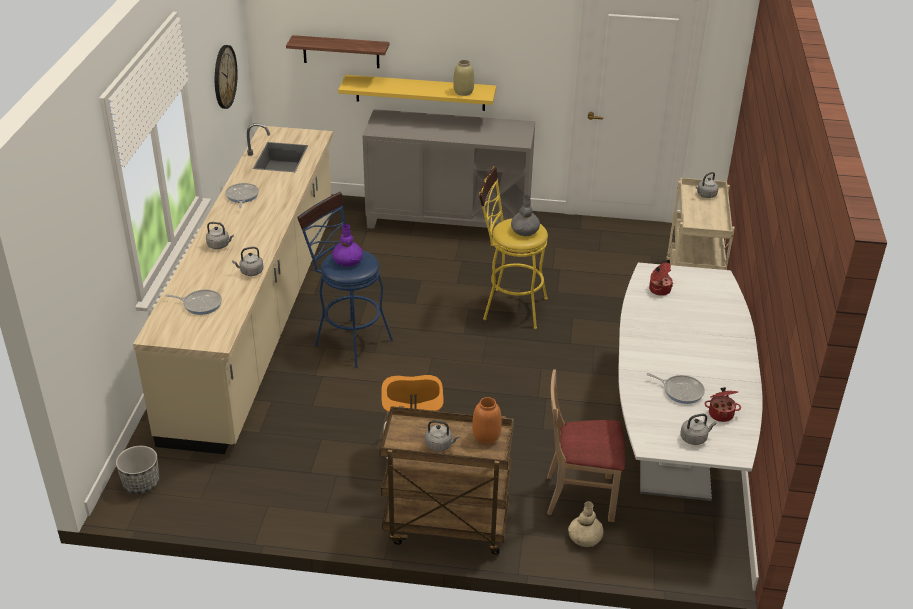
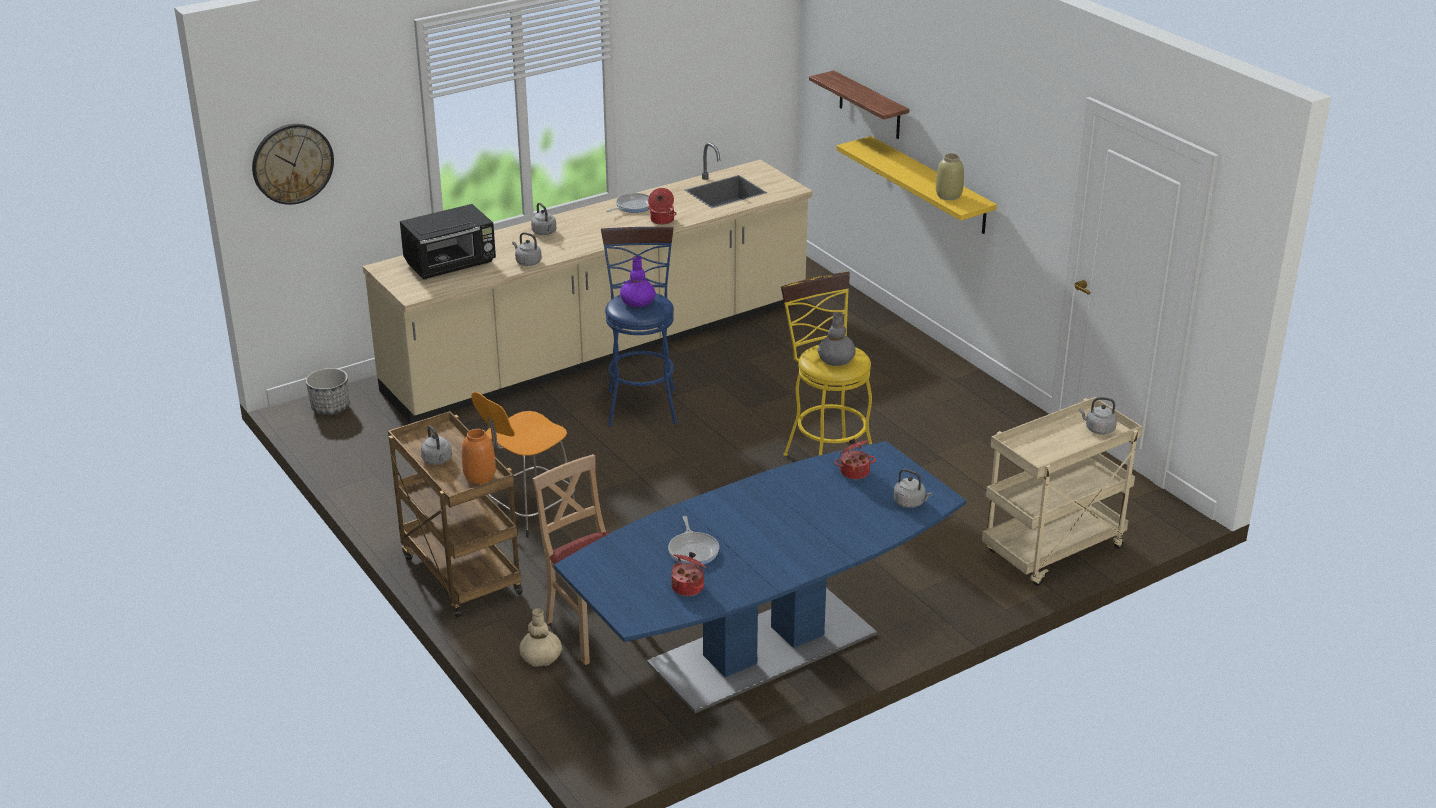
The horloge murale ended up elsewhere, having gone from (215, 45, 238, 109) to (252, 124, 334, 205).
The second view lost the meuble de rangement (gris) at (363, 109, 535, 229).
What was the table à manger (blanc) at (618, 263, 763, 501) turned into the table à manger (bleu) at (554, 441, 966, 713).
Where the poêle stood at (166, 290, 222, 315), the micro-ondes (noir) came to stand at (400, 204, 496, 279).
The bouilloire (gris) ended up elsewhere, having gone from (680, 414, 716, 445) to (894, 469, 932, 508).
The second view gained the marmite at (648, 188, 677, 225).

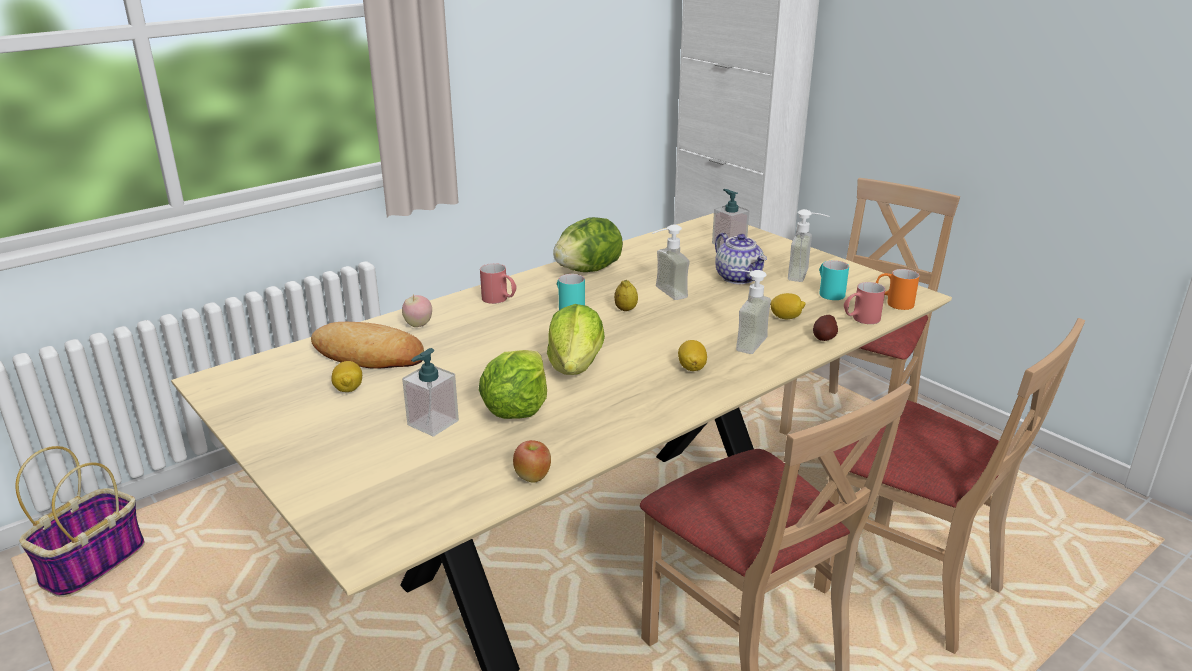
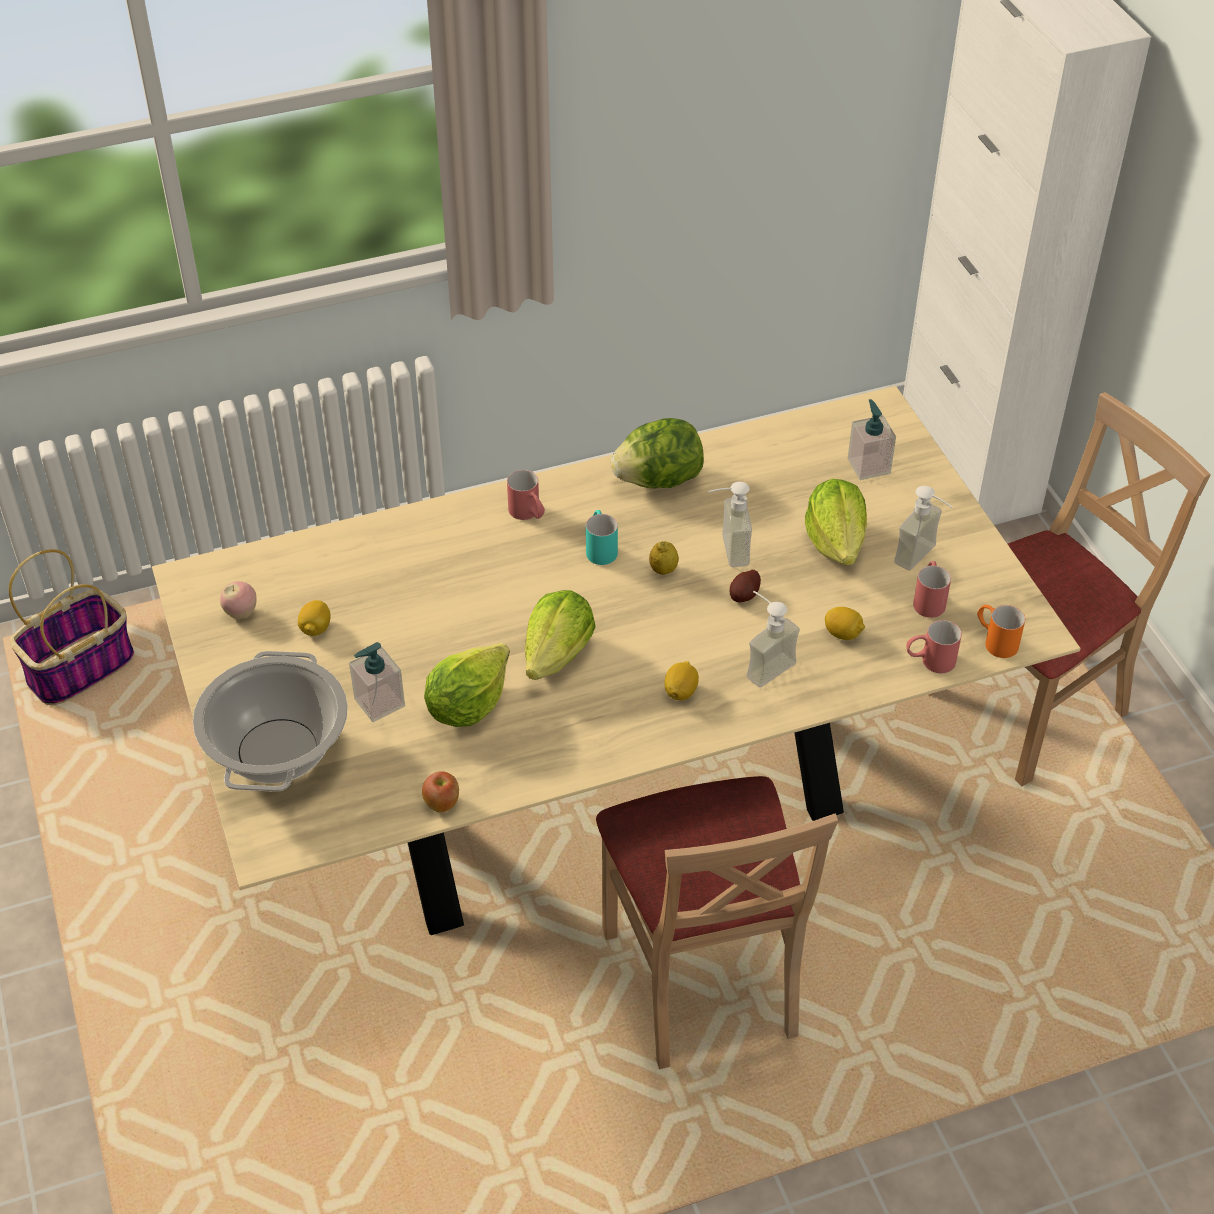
Where the théière stood at (715, 233, 767, 284), the laitue came to stand at (805, 479, 867, 565).
What was the mug (turquoise) at (819, 260, 849, 300) turned into the mug (rouge) at (913, 561, 951, 618).
The pomme ended up elsewhere, having gone from (402, 295, 432, 327) to (220, 581, 257, 619).
The pomme de terre ended up elsewhere, having gone from (813, 315, 838, 341) to (730, 570, 761, 603).
The second view lost the chaise (beige) at (814, 318, 1085, 654).
The second view lost the pain at (311, 322, 424, 368).
The second view gained the marmite at (193, 651, 348, 792).

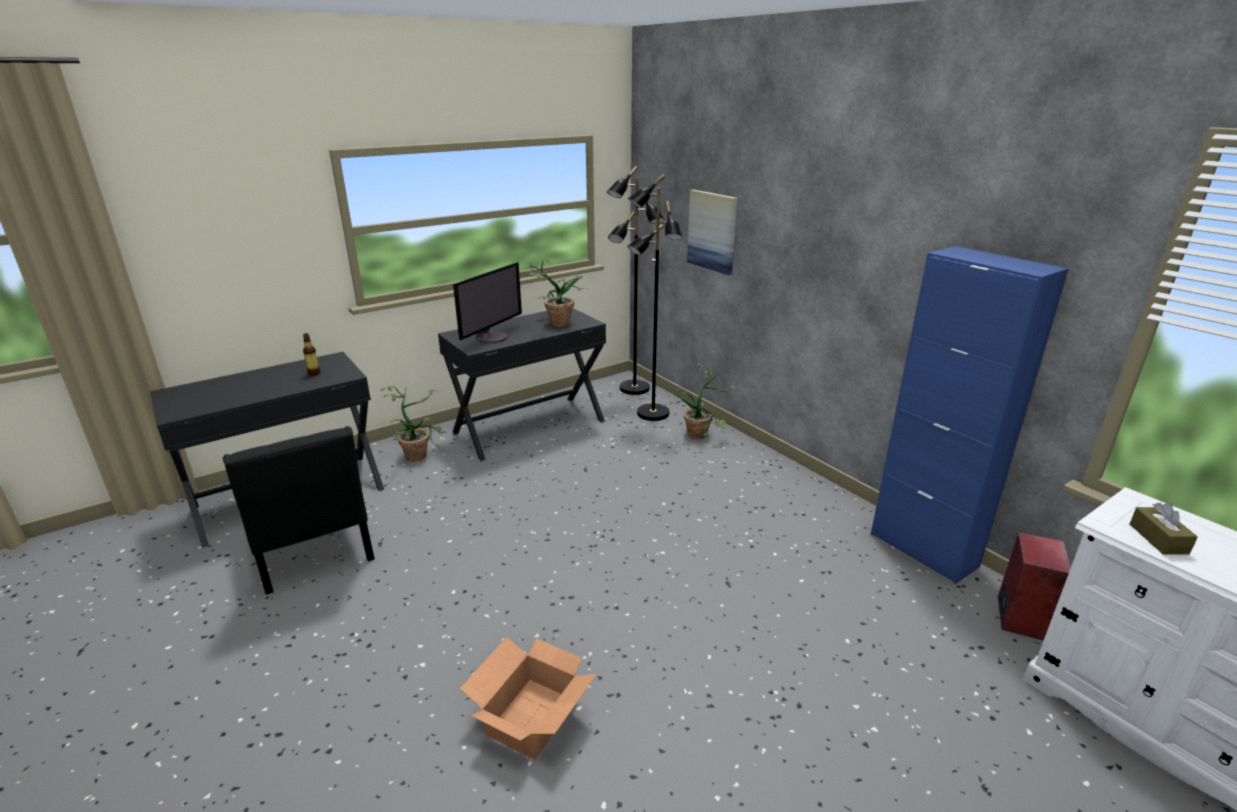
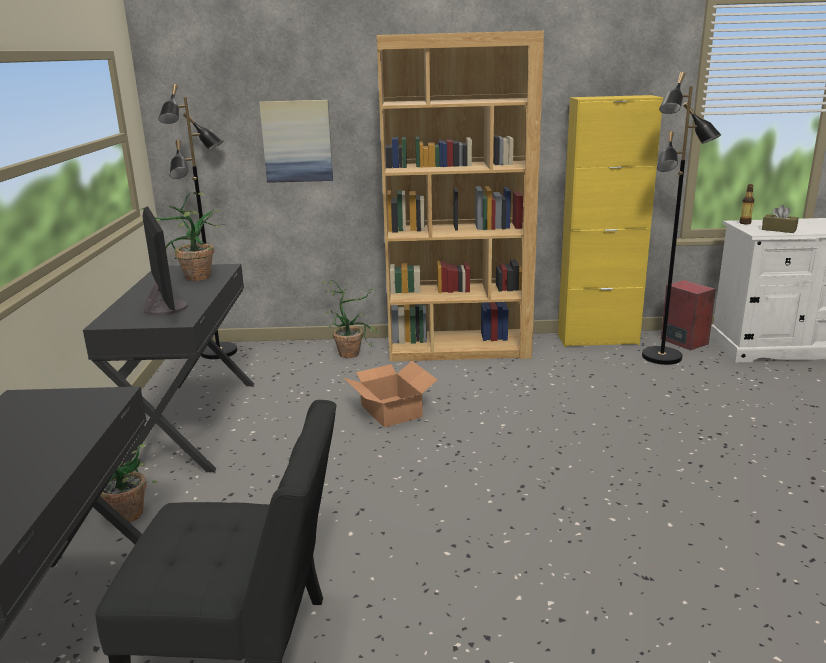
The lampadaire (noir) ended up elsewhere, having gone from (627, 174, 683, 421) to (642, 72, 721, 365).
What was the meuble de rangement (bleu) at (871, 246, 1069, 584) turned into the meuble de rangement (jaune) at (558, 95, 663, 347).
The bouteille ended up elsewhere, having gone from (303, 333, 320, 376) to (739, 184, 754, 224).
The carton ended up elsewhere, having gone from (460, 637, 596, 760) to (344, 361, 437, 427).
The second view gained the bibliothèque (marron) at (377, 31, 544, 361).

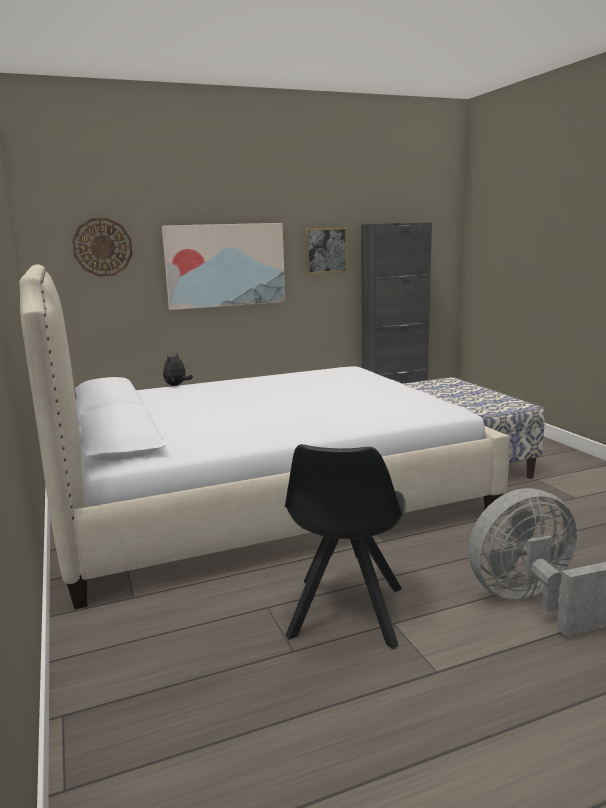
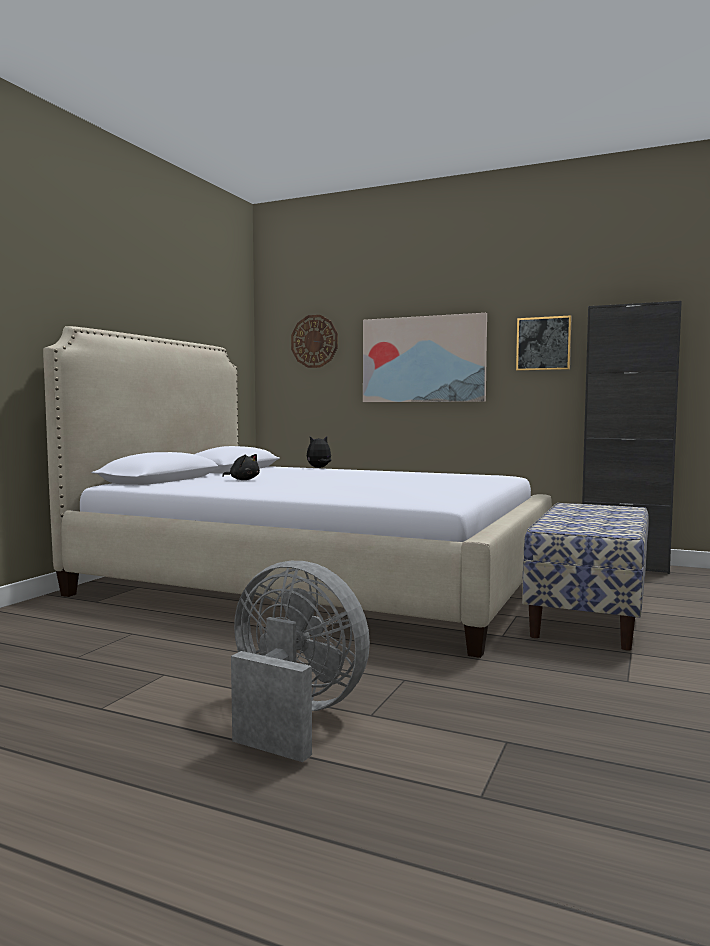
The second view lost the chaise (noir) at (285, 444, 406, 650).
The second view gained the peluche (noir) at (222, 454, 260, 480).

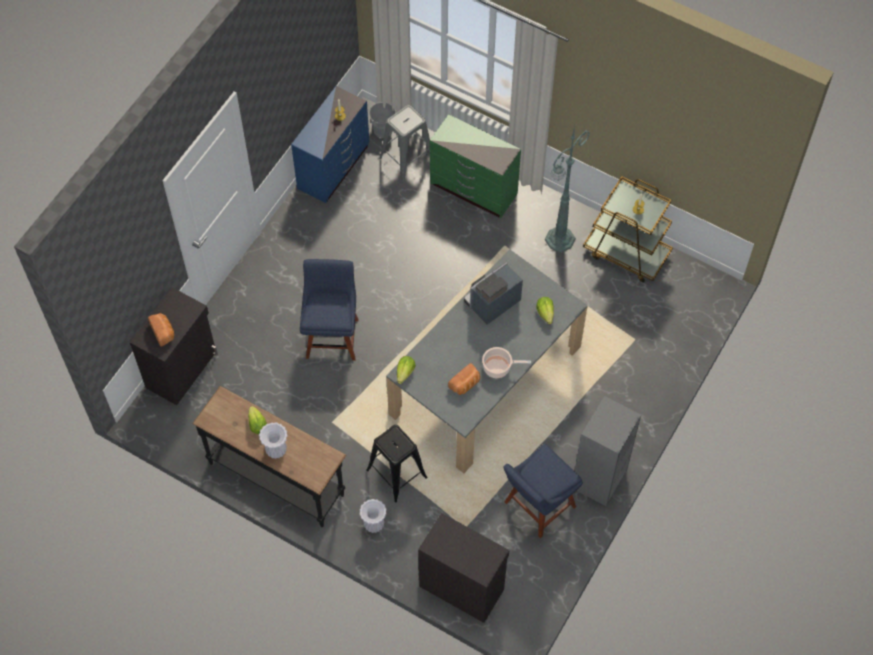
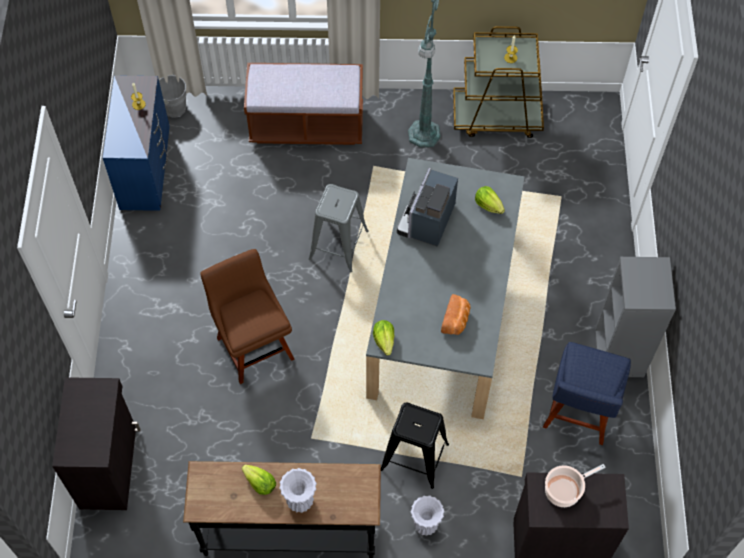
The tabouret (gris) ended up elsewhere, having gone from (379, 105, 430, 181) to (308, 184, 369, 272).
Where the commode (vert) stood at (430, 114, 521, 218), the banc (marron) came to stand at (244, 63, 363, 145).
What was the chaise (bleu) at (300, 259, 359, 361) turned into the chaise (marron) at (200, 249, 295, 384).
The second view lost the pain at (148, 313, 174, 347).
The marmite ended up elsewhere, having gone from (482, 347, 531, 378) to (545, 464, 605, 507).

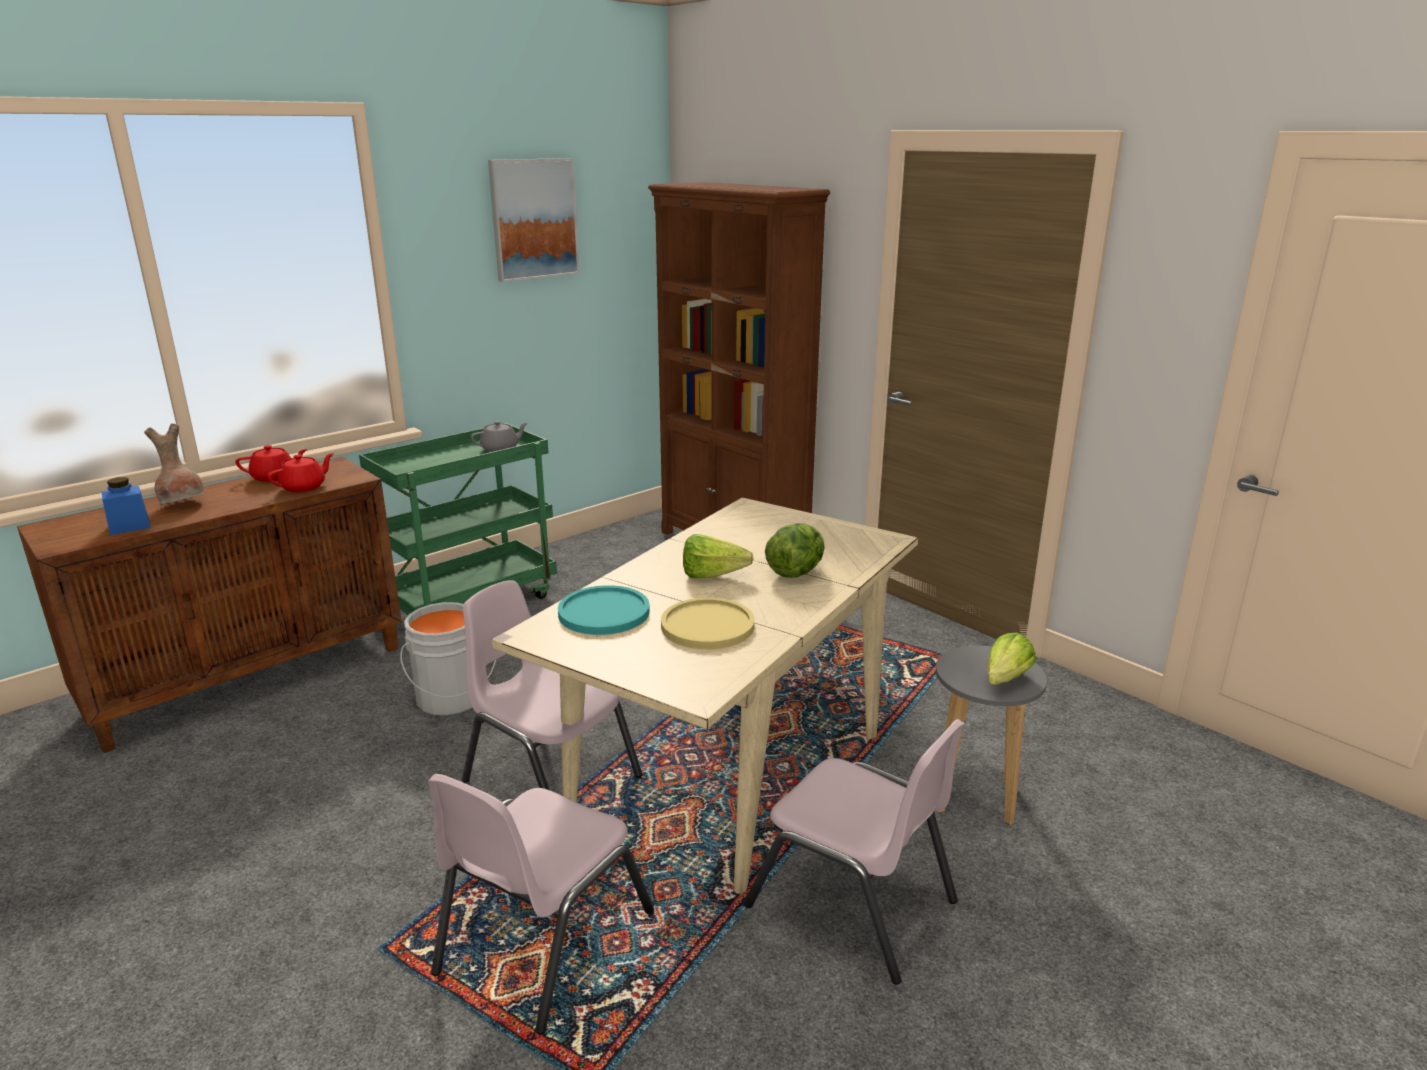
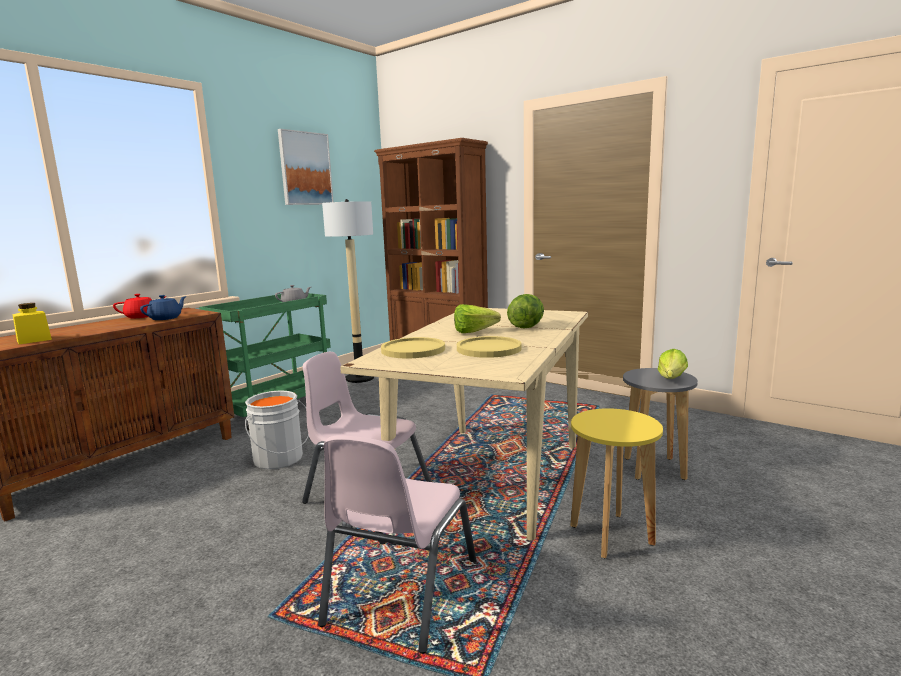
The second view lost the vase (marron) at (144, 423, 204, 505).
What was the théière (rouge) at (267, 453, 334, 492) turned into the théière (bleu) at (140, 295, 187, 320).
What was the bocal (bleu) at (102, 477, 151, 535) turned into the bocal (jaune) at (12, 303, 52, 344).
What was the assiette (turquoise) at (558, 585, 650, 635) turned into the assiette (jaune) at (381, 337, 445, 358).
Where the chaise (rose) stood at (744, 719, 965, 985), the tabouret (jaune) came to stand at (570, 408, 663, 558).
The second view gained the lampadaire at (322, 199, 374, 383).

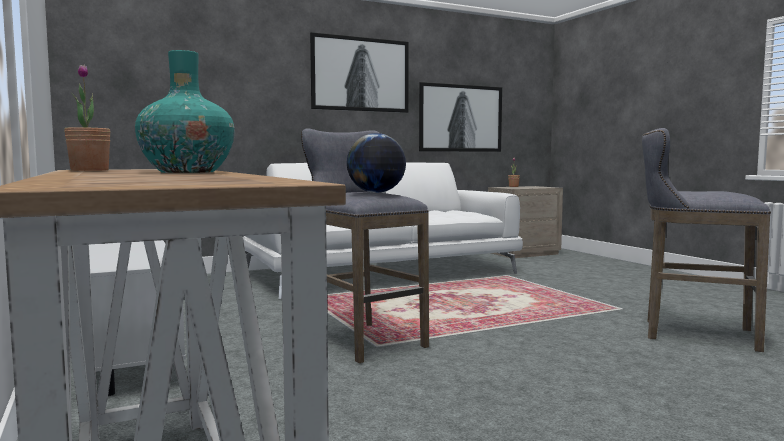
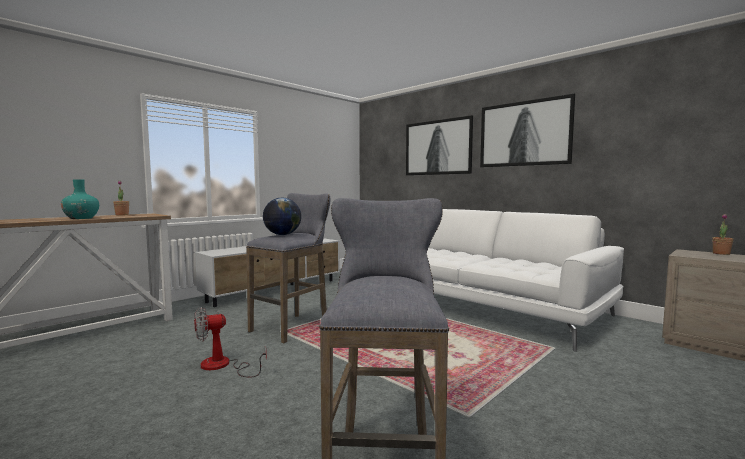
The tableau ended up elsewhere, having gone from (419, 82, 502, 152) to (406, 115, 473, 175).
The second view gained the ventilateur at (194, 307, 267, 378).

